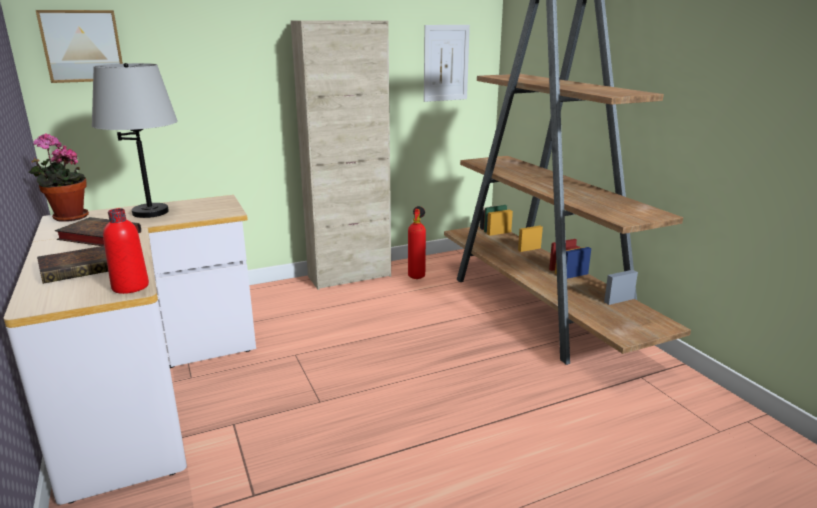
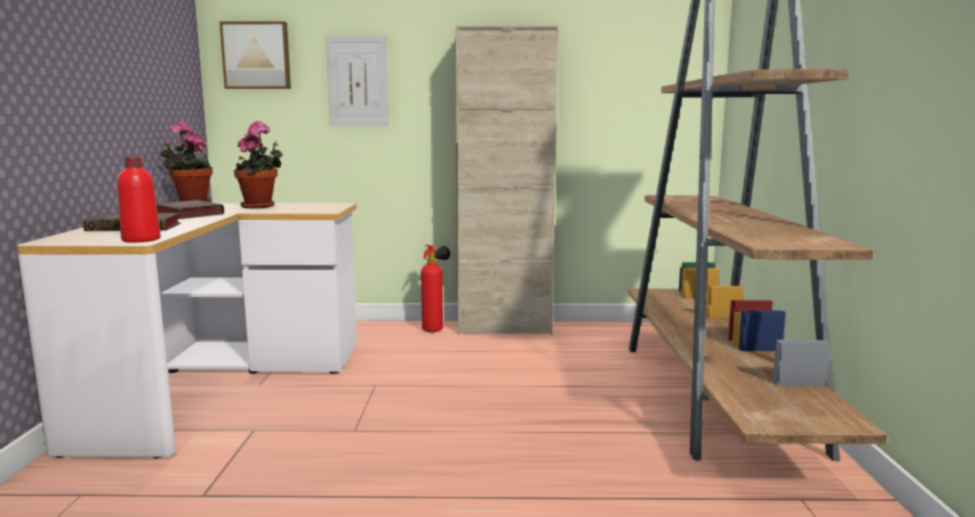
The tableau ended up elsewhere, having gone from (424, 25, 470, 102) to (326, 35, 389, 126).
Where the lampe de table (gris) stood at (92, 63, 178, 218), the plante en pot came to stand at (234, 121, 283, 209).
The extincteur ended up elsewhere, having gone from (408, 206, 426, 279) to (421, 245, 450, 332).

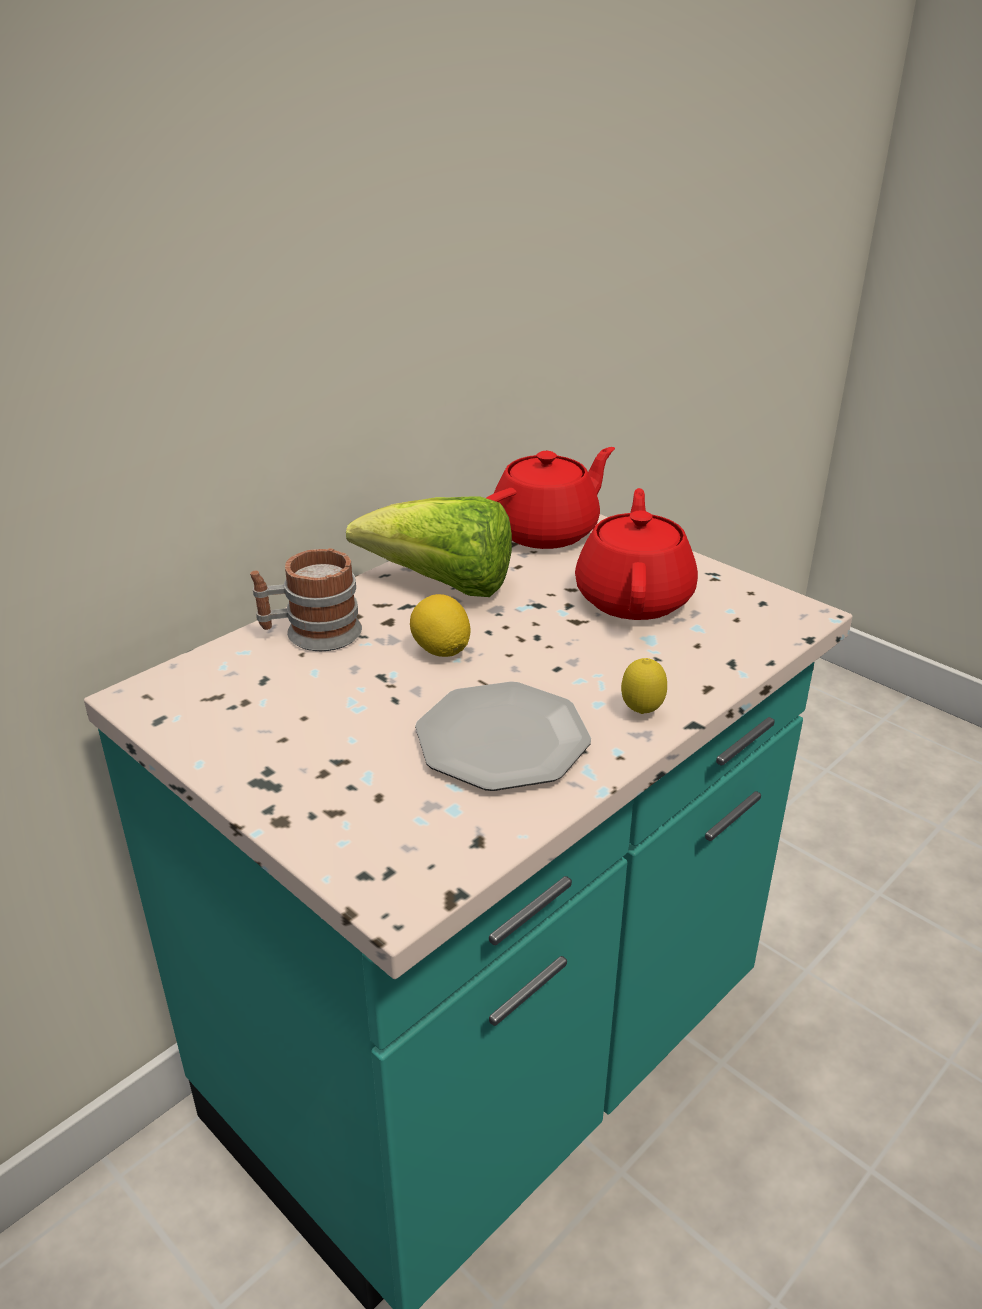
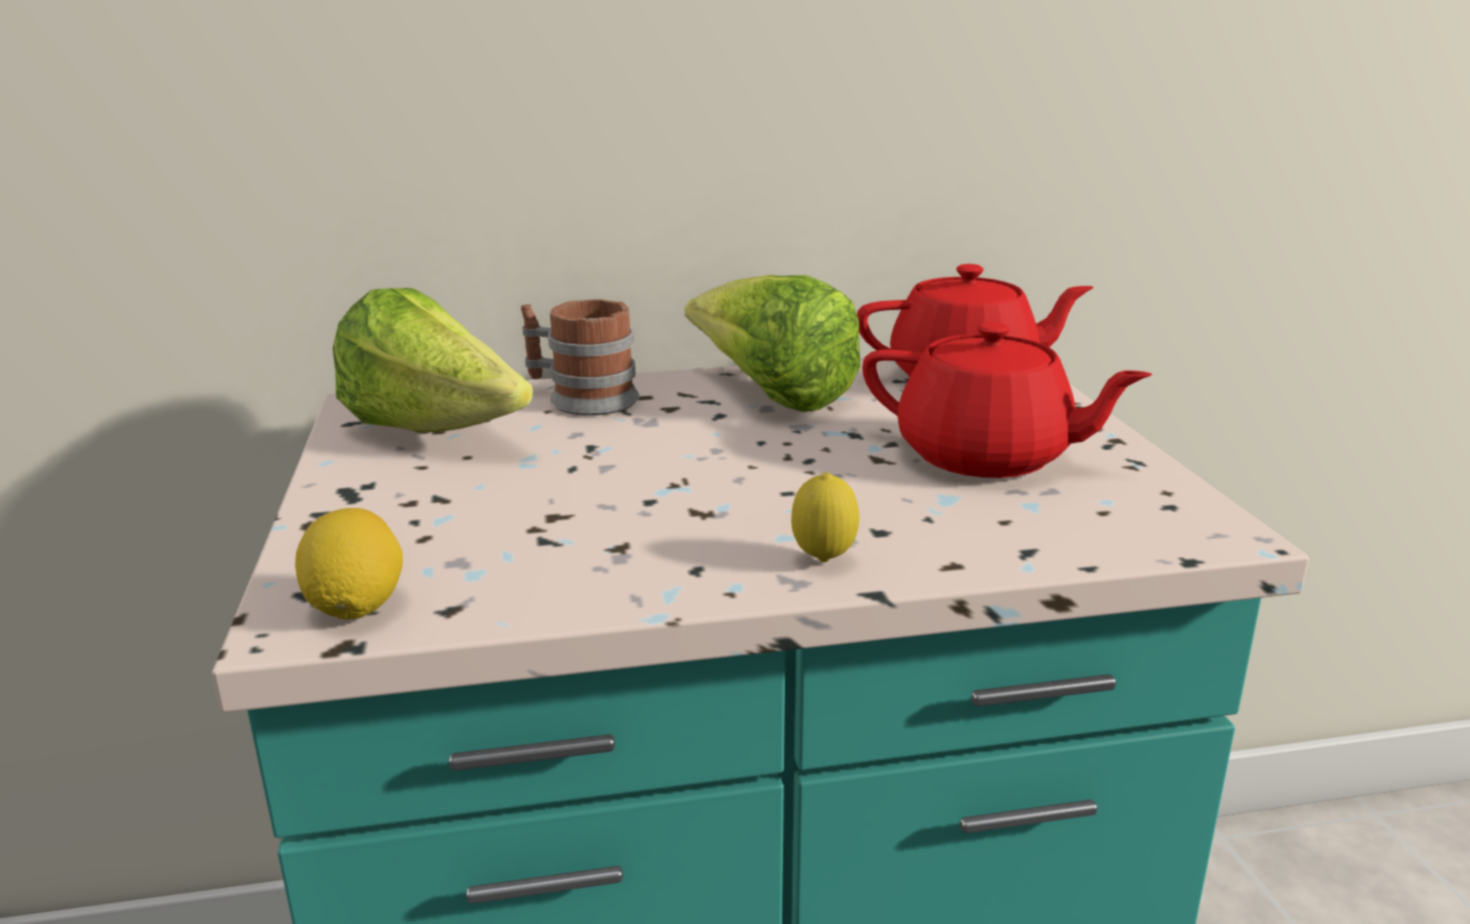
The théière (rouge) at (575, 488, 698, 620) ended up facing another way, 75 degrees clockwise from before.
The citron ended up elsewhere, having gone from (410, 594, 471, 657) to (295, 508, 403, 620).
The second view lost the assiette at (415, 682, 591, 791).
The second view gained the laitue at (333, 288, 533, 433).

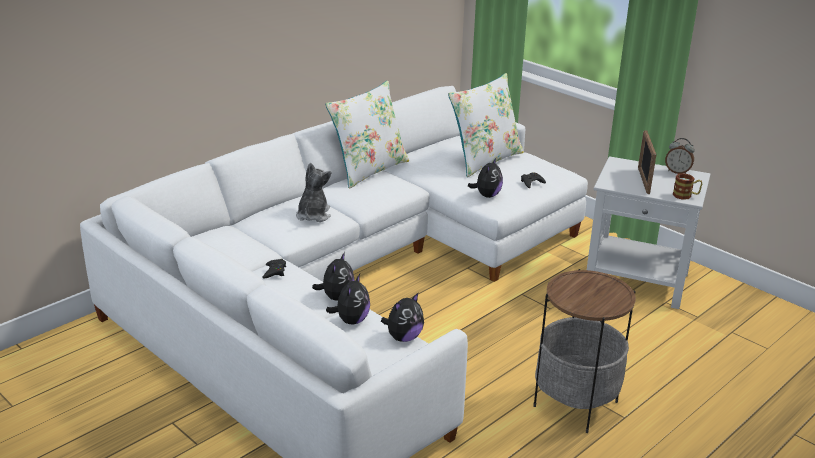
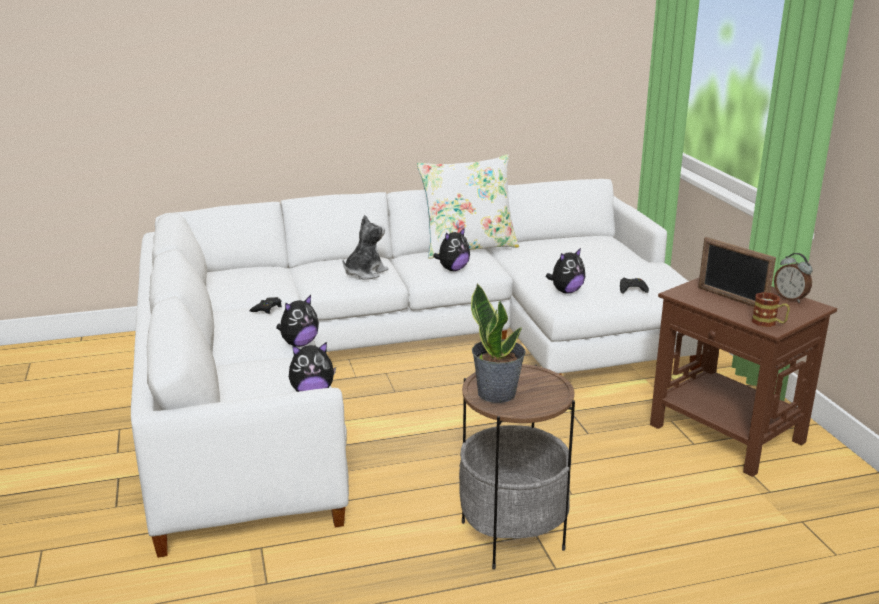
The second view lost the coussin (blanc) at (448, 73, 524, 177).
The cadre photo at (638, 130, 656, 194) ended up facing another way, 75 degrees counterclockwise from before.
What was the table d'appoint (blanc) at (587, 156, 710, 309) turned into the table d'appoint (marron) at (650, 278, 837, 477).
The peluche ended up elsewhere, having gone from (326, 274, 370, 324) to (433, 227, 470, 271).
The second view gained the plante en pot at (471, 283, 526, 403).

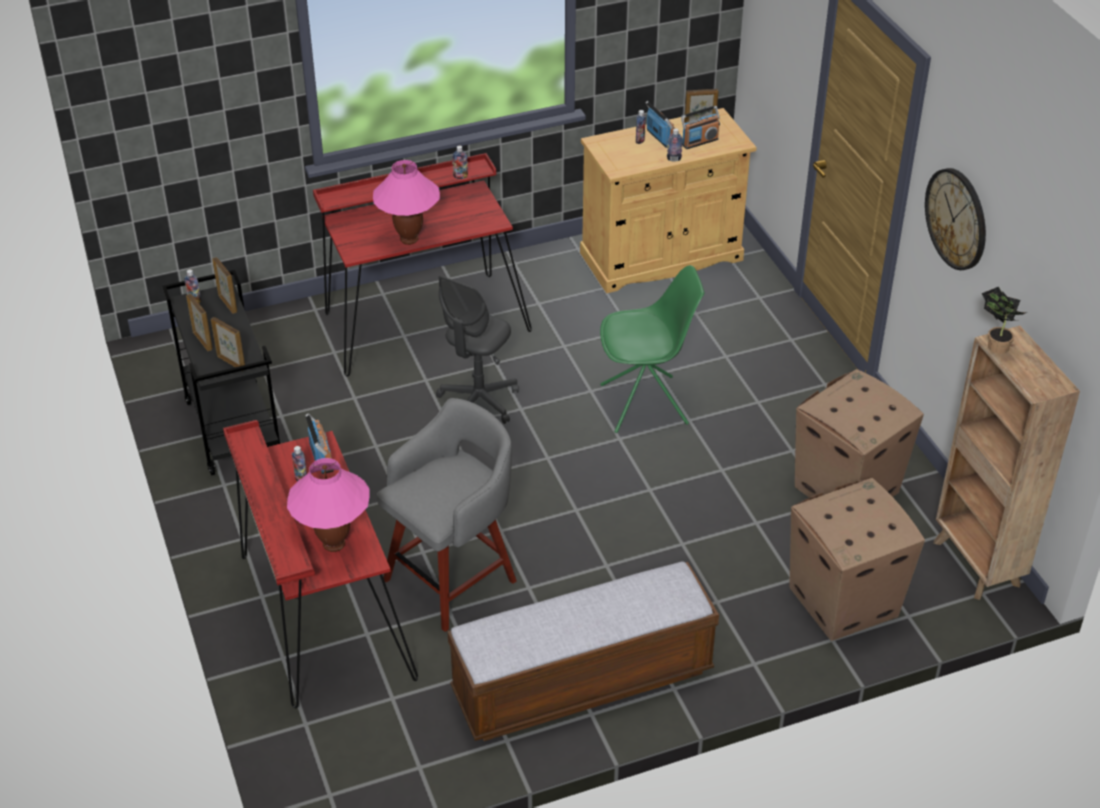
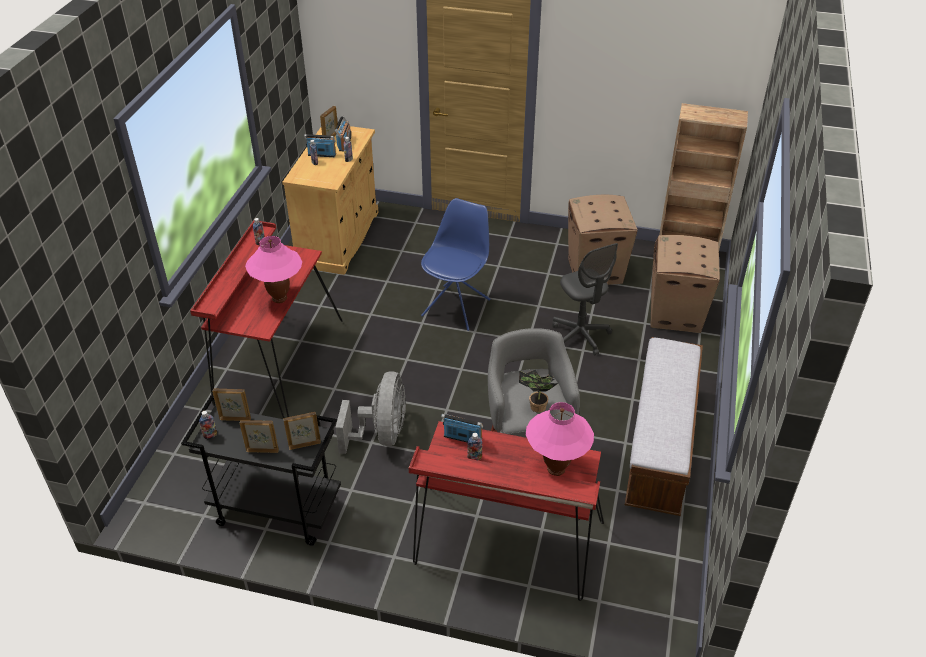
The second view lost the horloge murale at (925, 168, 986, 270).
What was the chaise (vert) at (600, 265, 705, 433) turned into the chaise (bleu) at (421, 198, 490, 331).
The chaise de bureau (gris) ended up elsewhere, having gone from (436, 276, 519, 424) to (552, 243, 618, 356).
The plante en pot ended up elsewhere, having gone from (981, 287, 1027, 354) to (519, 370, 559, 413).
The second view gained the ventilateur (gris) at (335, 371, 406, 454).

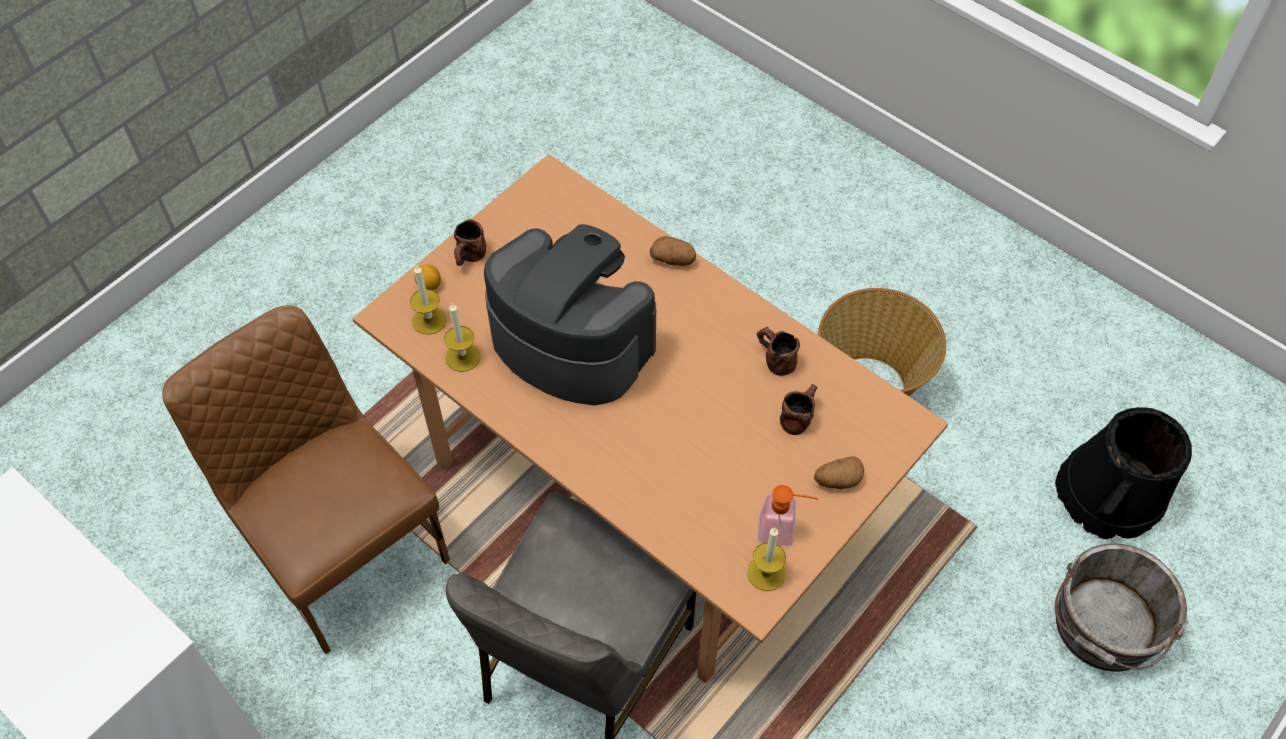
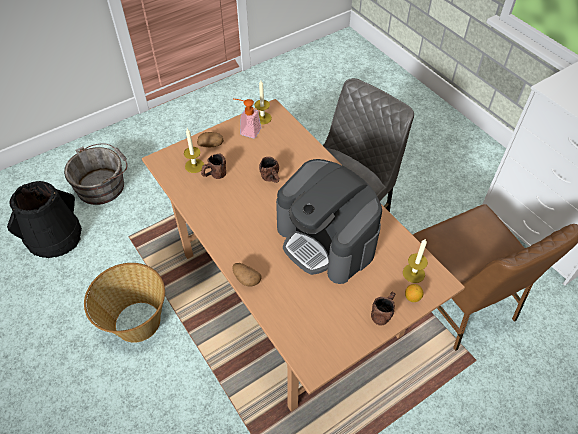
The bougie ended up elsewhere, having gone from (444, 303, 480, 372) to (184, 128, 204, 173).
The mug (marron) ended up elsewhere, having gone from (757, 327, 800, 376) to (259, 157, 279, 183).

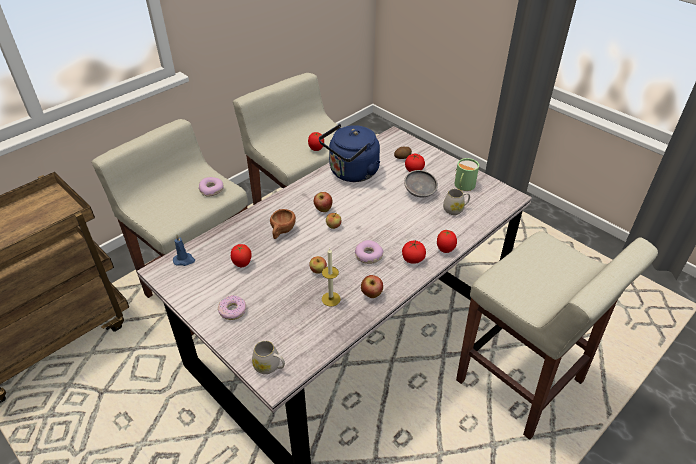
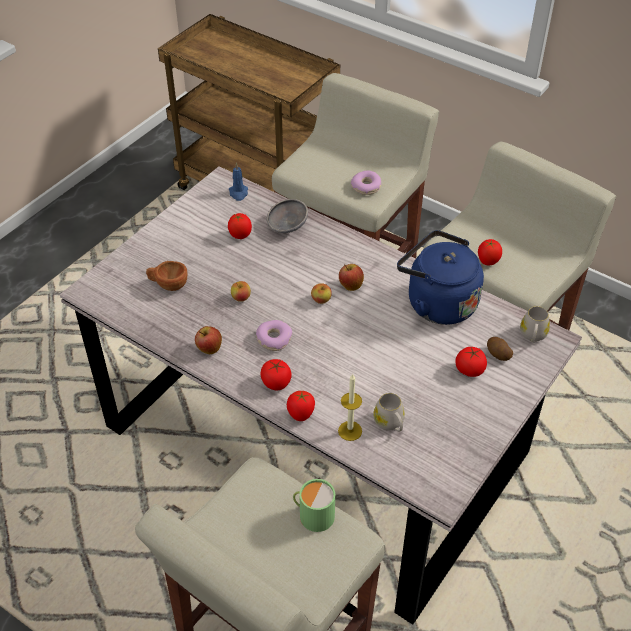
The mug (vert) ended up elsewhere, having gone from (455, 158, 479, 191) to (293, 479, 335, 532).
The bol (gris) ended up elsewhere, having gone from (404, 170, 438, 197) to (267, 199, 308, 233).
The tasse (marron) ended up elsewhere, having gone from (270, 209, 296, 239) to (146, 261, 187, 291).
The bougie ended up elsewhere, having gone from (322, 248, 341, 306) to (338, 374, 362, 441).
The second view lost the beignet at (218, 295, 246, 320).
The mug (blanc) ended up elsewhere, having gone from (252, 341, 285, 374) to (520, 306, 550, 343).

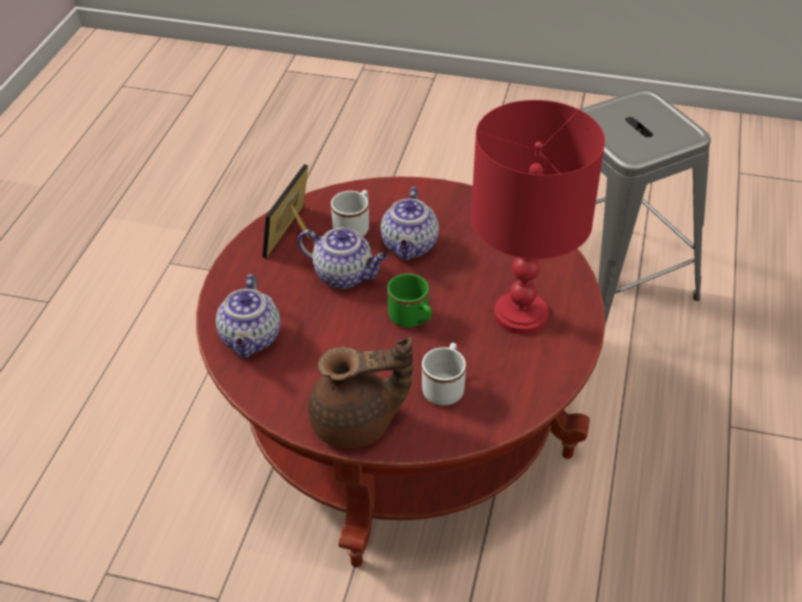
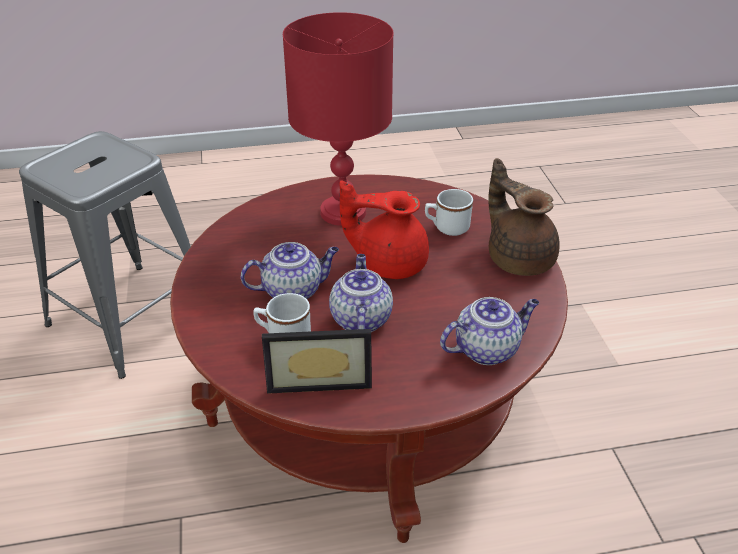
Where the mug (vert) stood at (387, 274, 432, 328), the théière (rouge) came to stand at (340, 180, 429, 279).

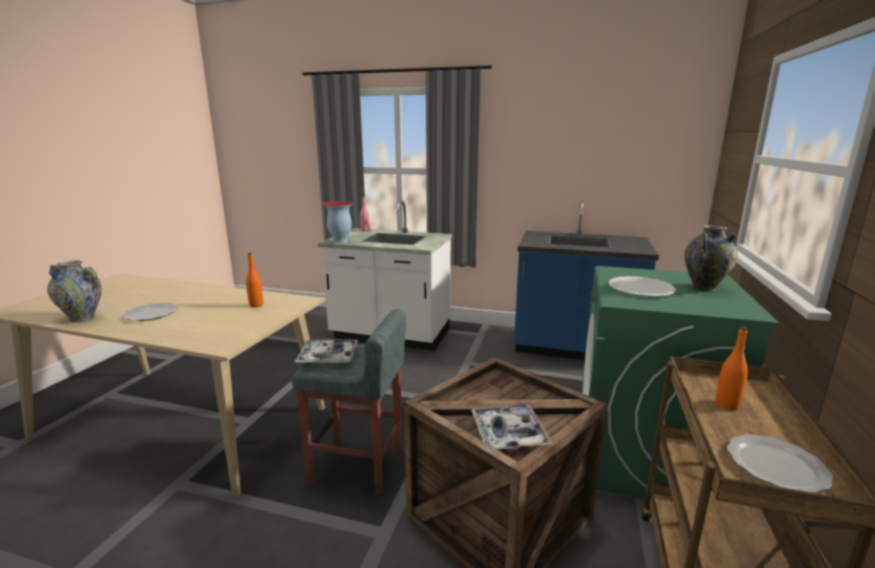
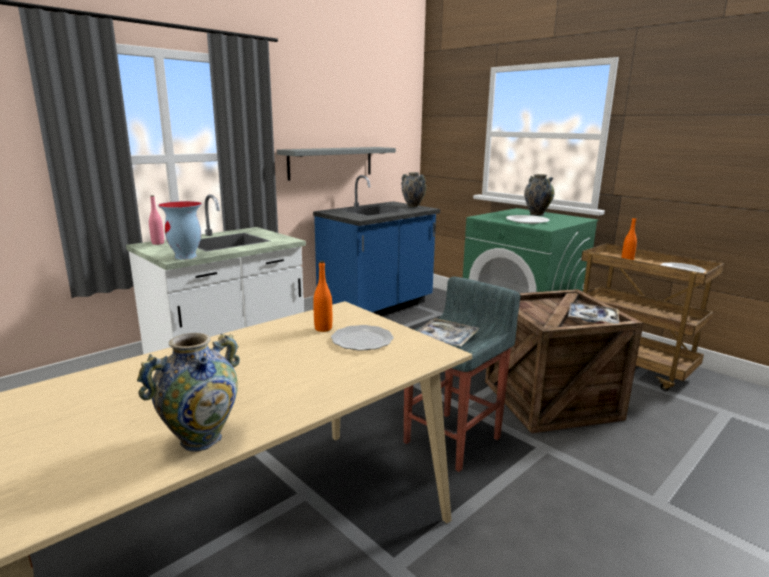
The assiette ended up elsewhere, having gone from (122, 303, 178, 321) to (331, 325, 394, 351).
The second view gained the étagère (gris) at (277, 147, 396, 181).
The second view gained the vase at (401, 172, 426, 208).

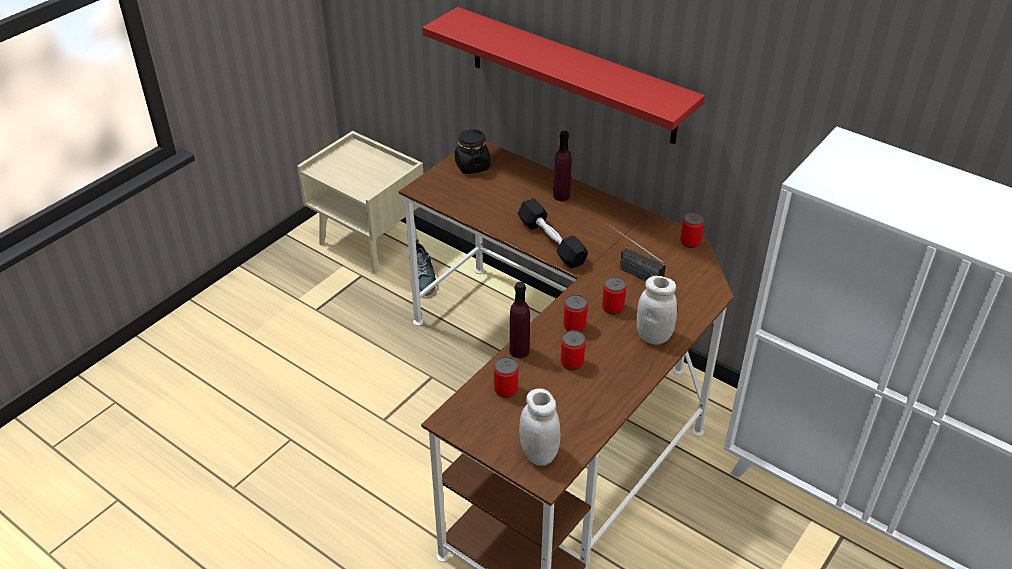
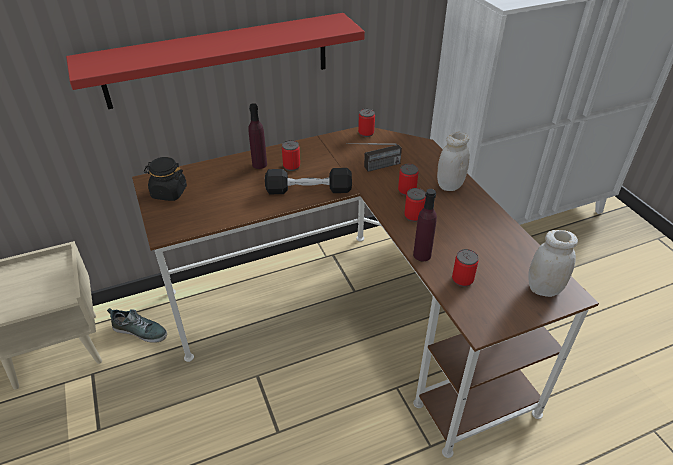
The boîte métallique ended up elsewhere, having gone from (561, 330, 585, 370) to (282, 140, 300, 171).

